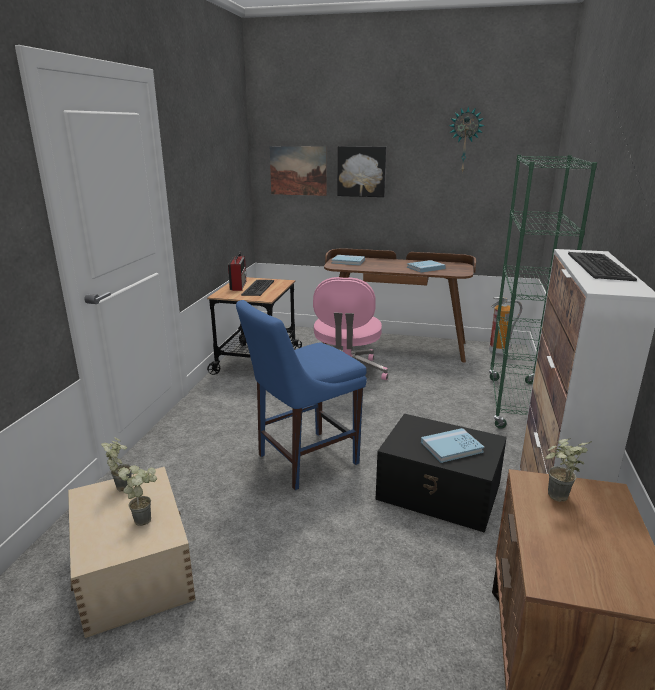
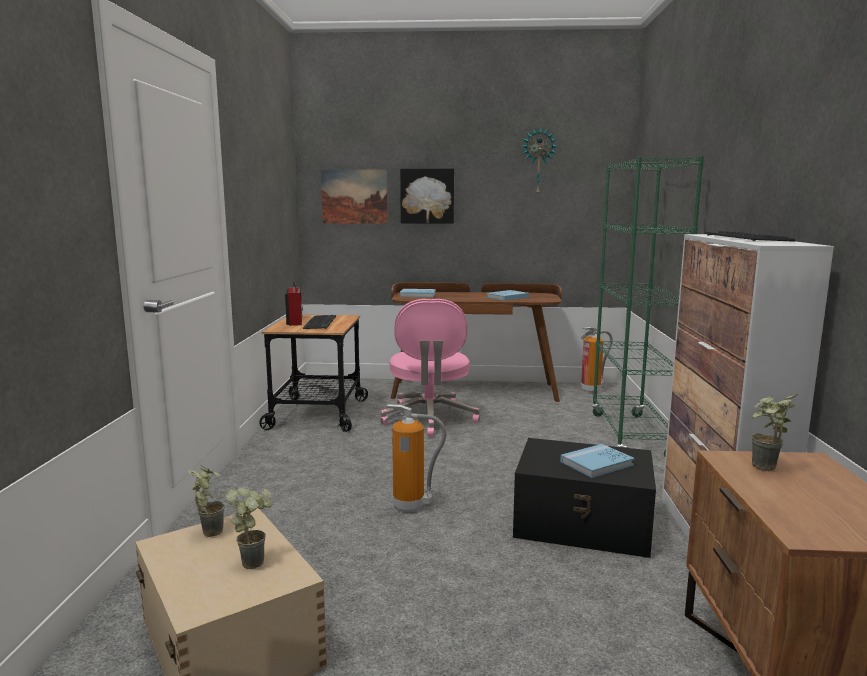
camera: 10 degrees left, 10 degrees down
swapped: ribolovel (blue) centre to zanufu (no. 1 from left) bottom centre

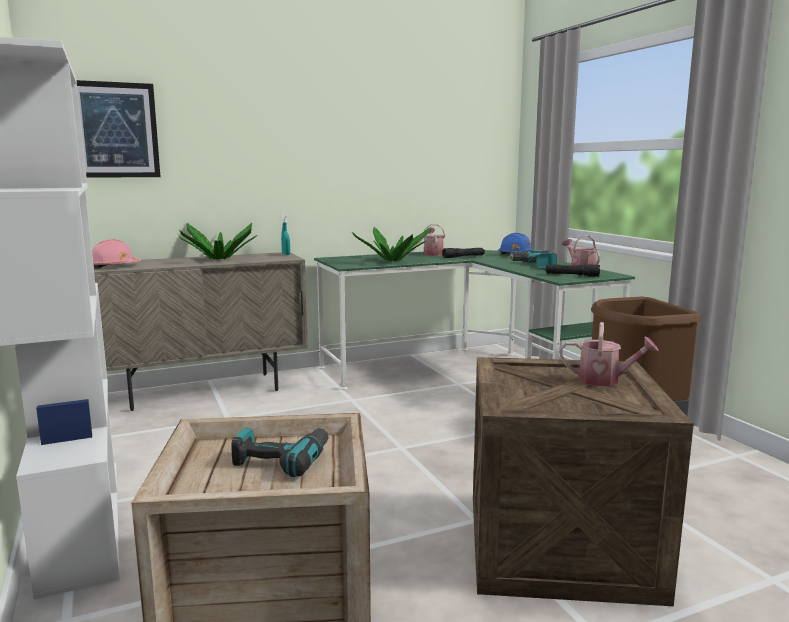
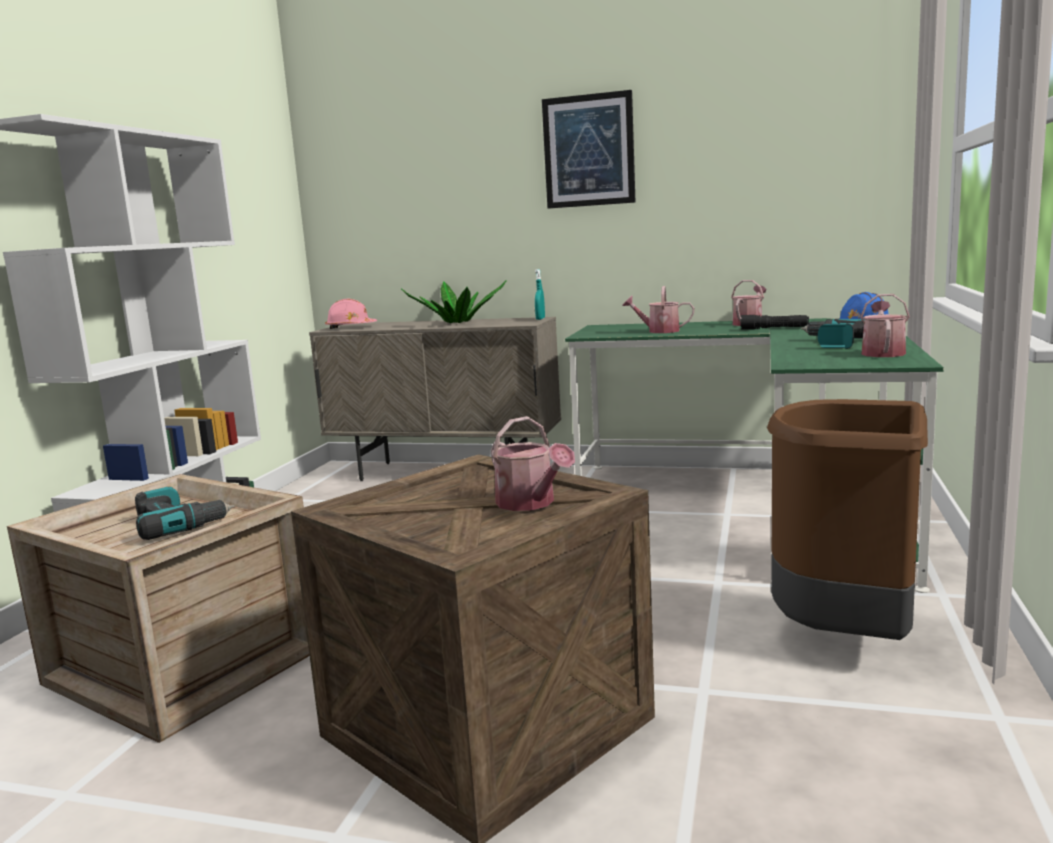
camera: 40 degrees right, 0 degrees up
gone: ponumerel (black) (no. 2 from left) middle right
shifted: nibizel top left to top centre
swapped: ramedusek (no. 2 from left) centre to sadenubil (no. 2 from left) centre

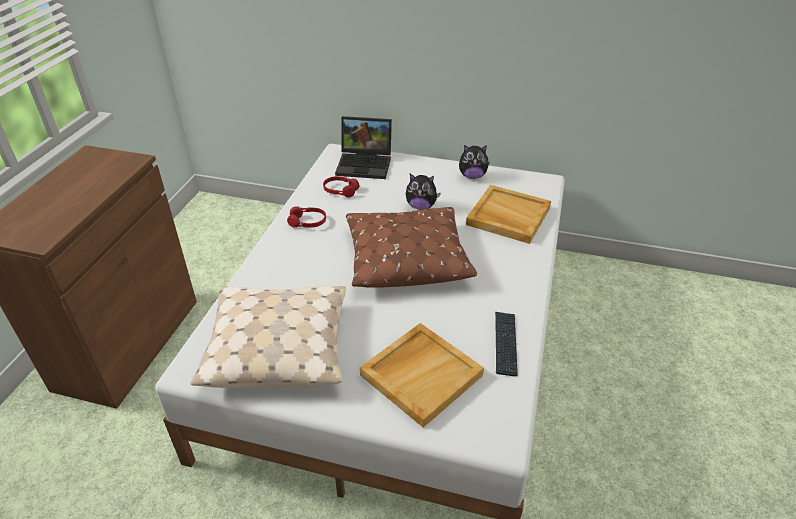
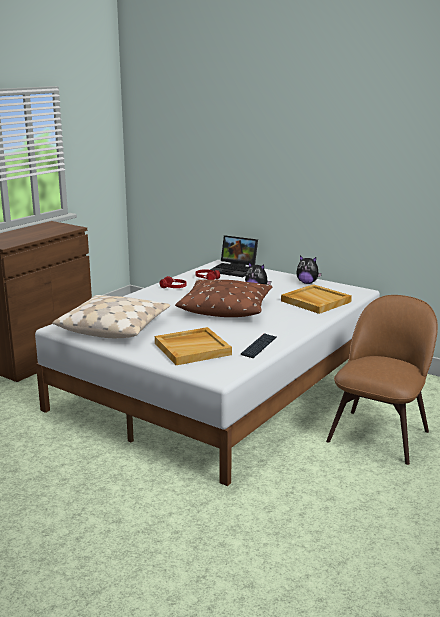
camera: 20 degrees right, 20 degrees down
new: ribolovel (brown) middle right

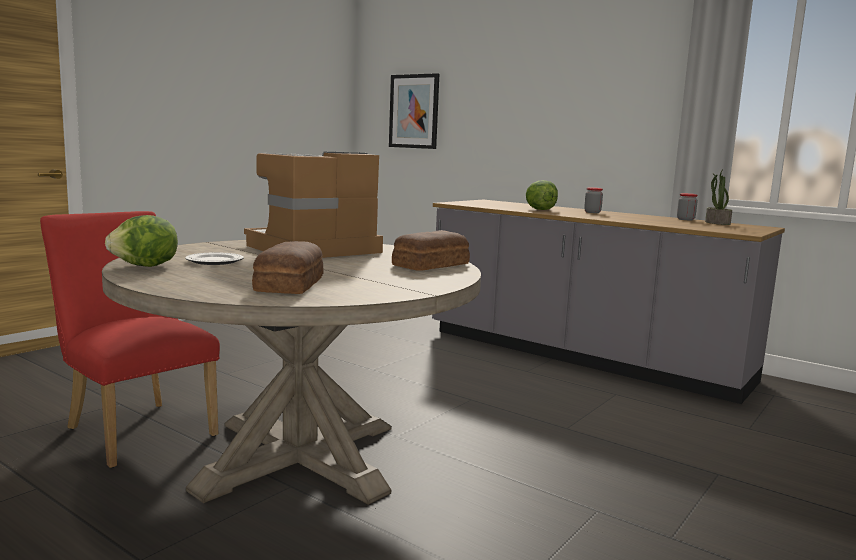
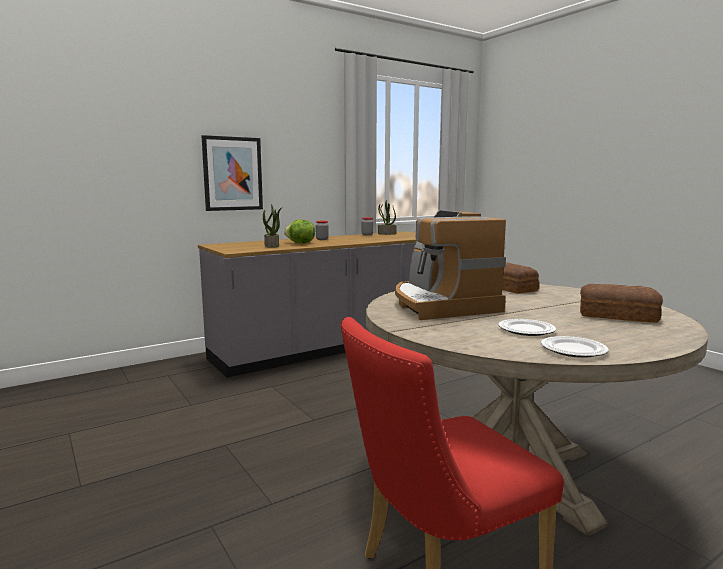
camera: 70 degrees left, 0 degrees up
new: ramedusek (no. 1 from left) centre
shifted: nibizel top centre to top left
swapped: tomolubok (no. 1 from left) middle left to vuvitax (no. 2 from left) middle right

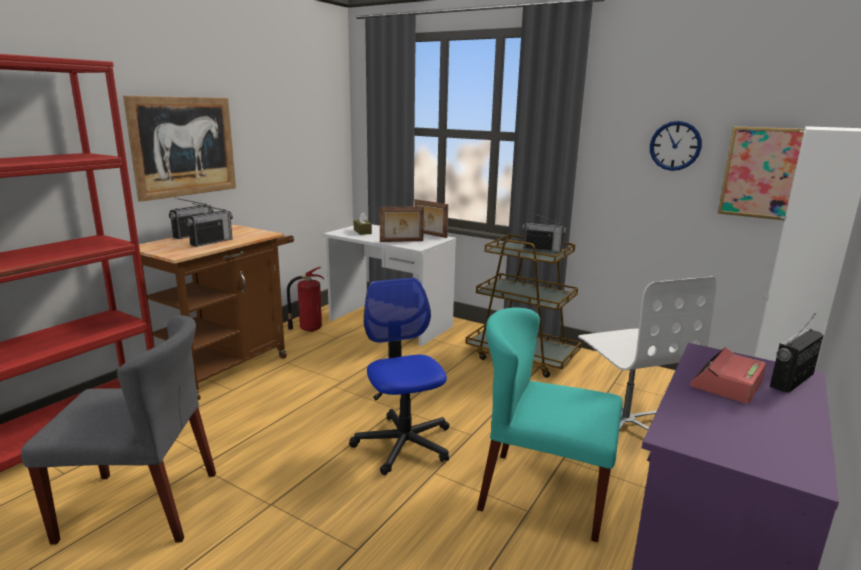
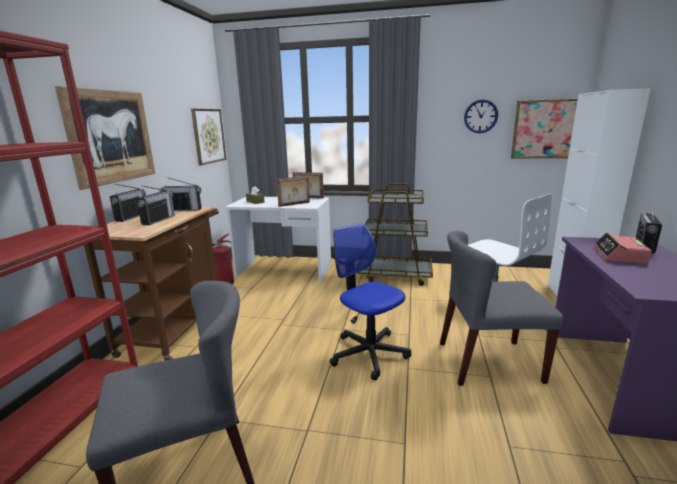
camera: 20 degrees left, 0 degrees up
new: nibizel (no. 2 from left) top left
shifted: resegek (no. 3 from left) centre to middle left
repainted: ribolovel (turquoise) bottom centre to ribolovel (grey) (no. 2 from left) middle right

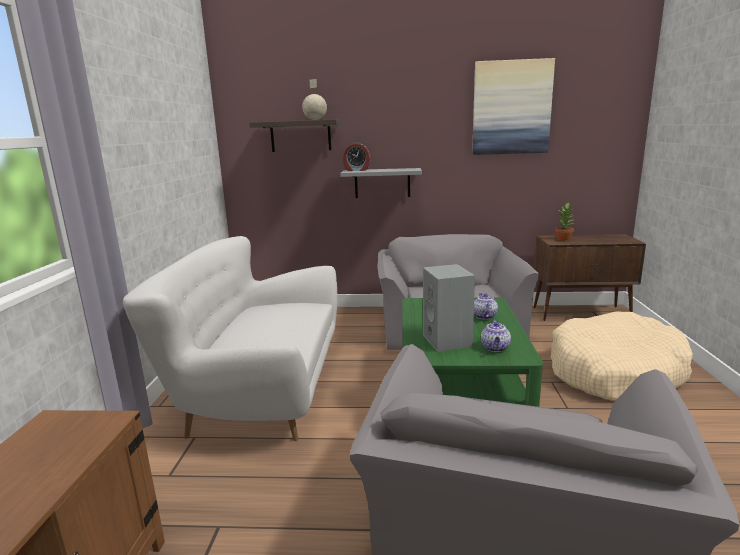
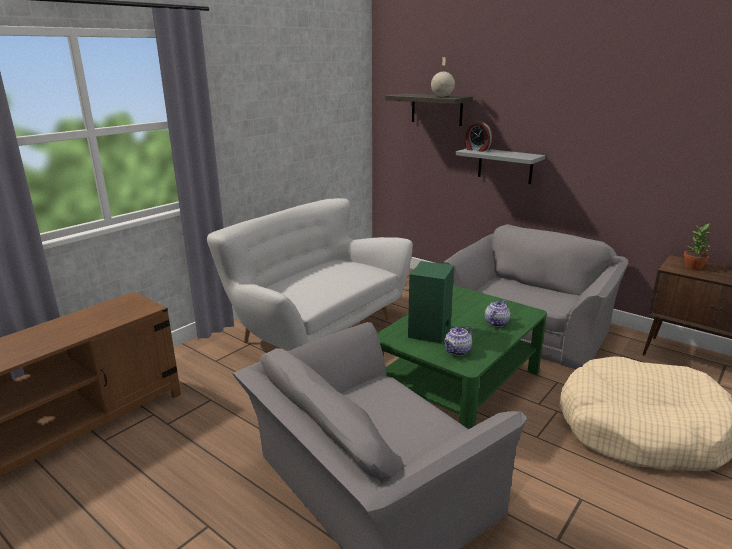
camera: 35 degrees right, 5 degrees up
gone: nibizel top right
repainted: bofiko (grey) centre to bofiko (green) centre

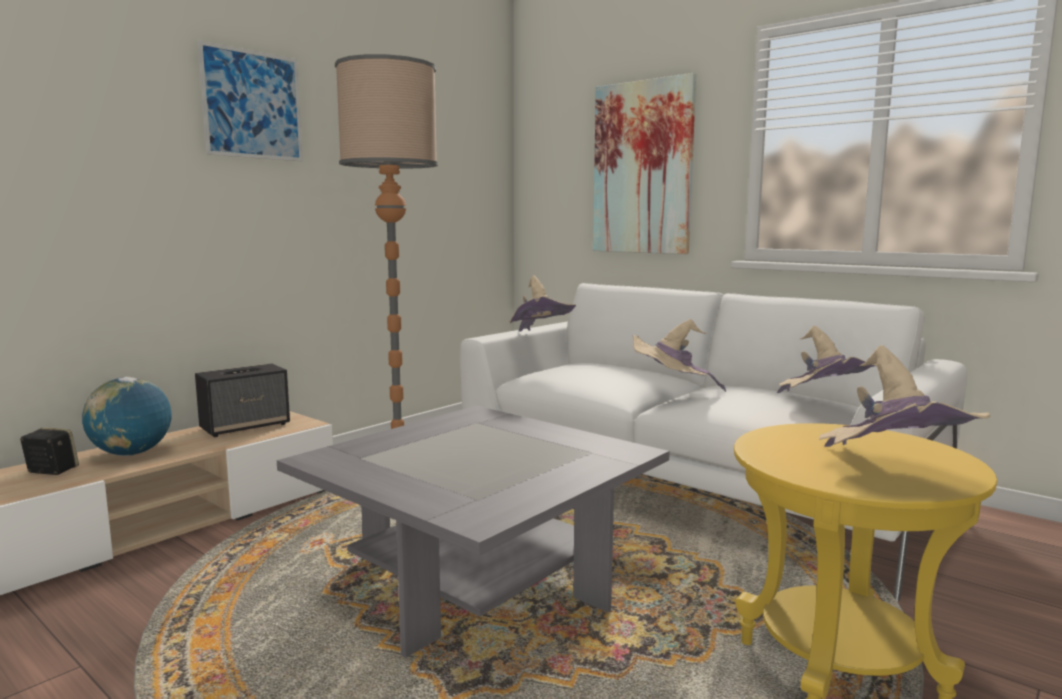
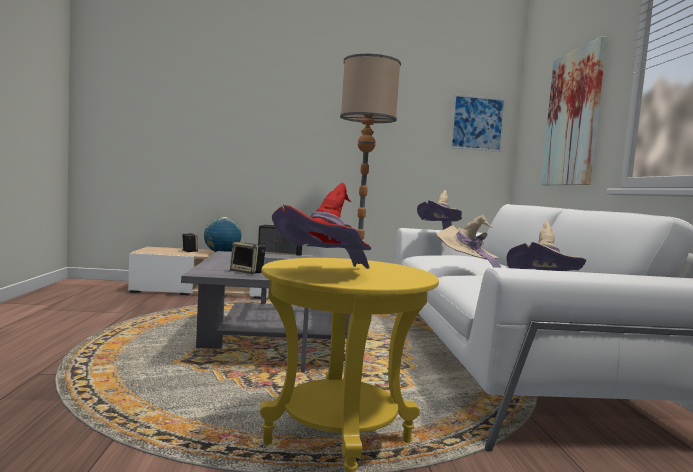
camera: 45 degrees right, 5 degrees down
new: bofiko (no. 2 from left) centre
shifted: nibizel (no. 1 from left) top left to top right
repainted: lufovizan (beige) (no. 4 from left) middle right to lufovizan (red) centre

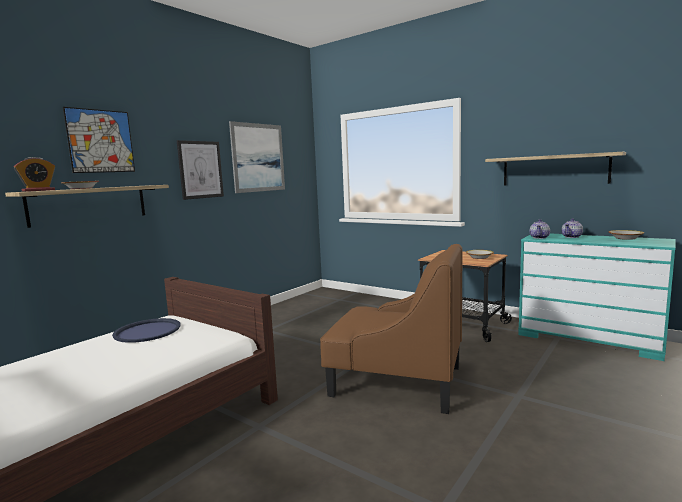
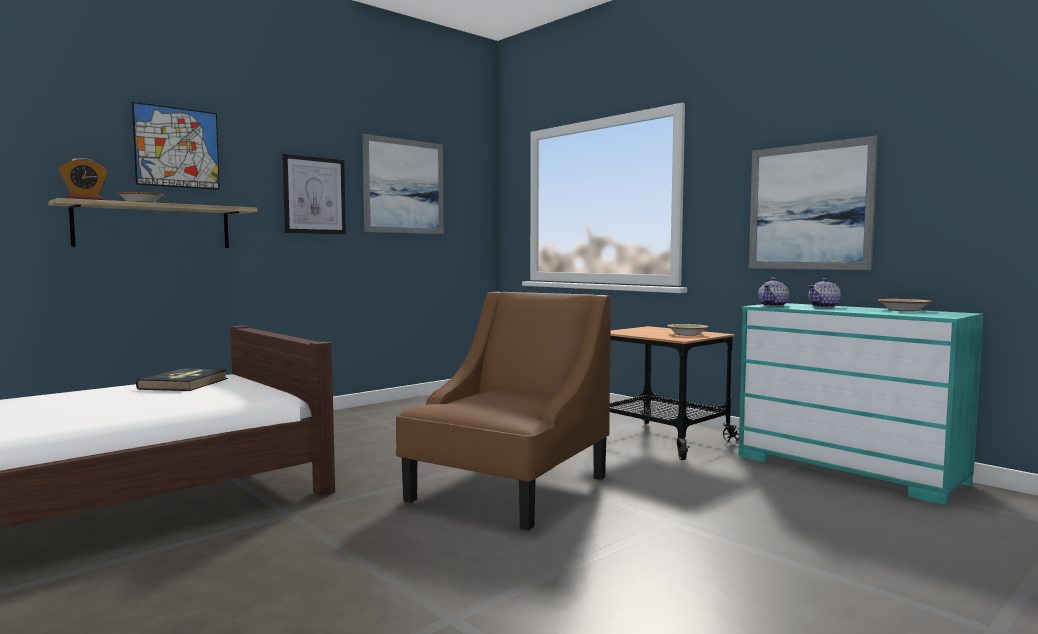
camera: 10 degrees right, 5 degrees down
swapped: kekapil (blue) middle left to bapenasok middle left; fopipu (no. 2 from left) middle right to nibizel (no. 4 from left) top right
rotated: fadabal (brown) centre = centre 90 degrees counterclockwise

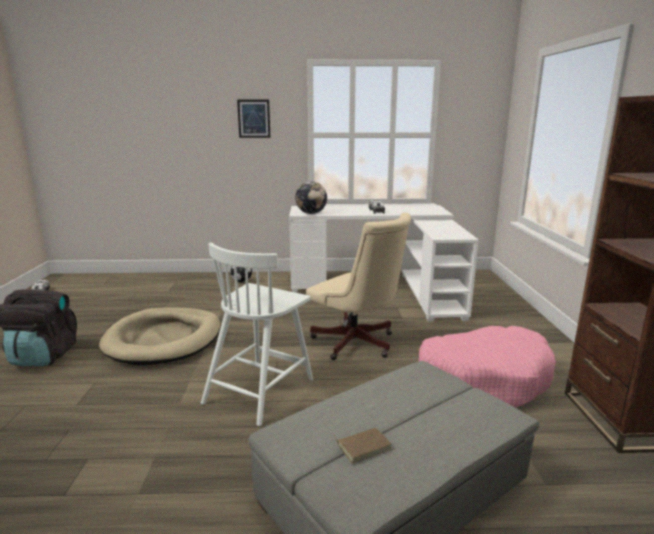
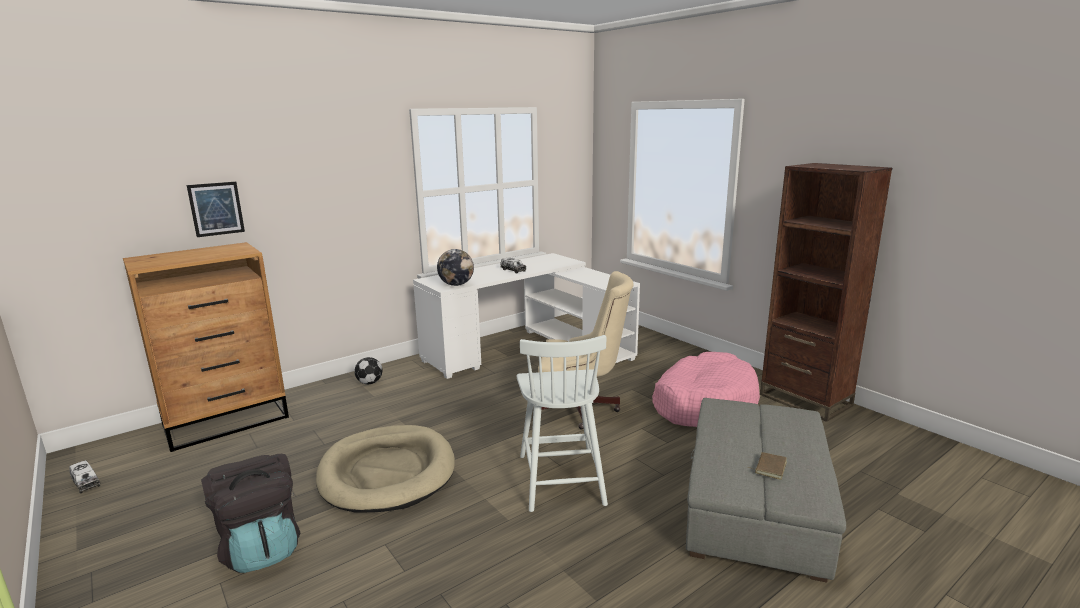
camera: 35 degrees left, 0 degrees up
new: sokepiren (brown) middle left
shifted: nibizel top centre to middle left

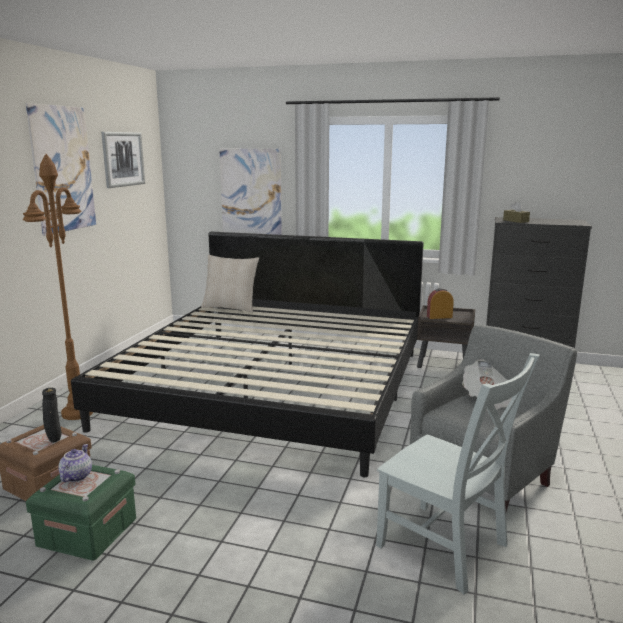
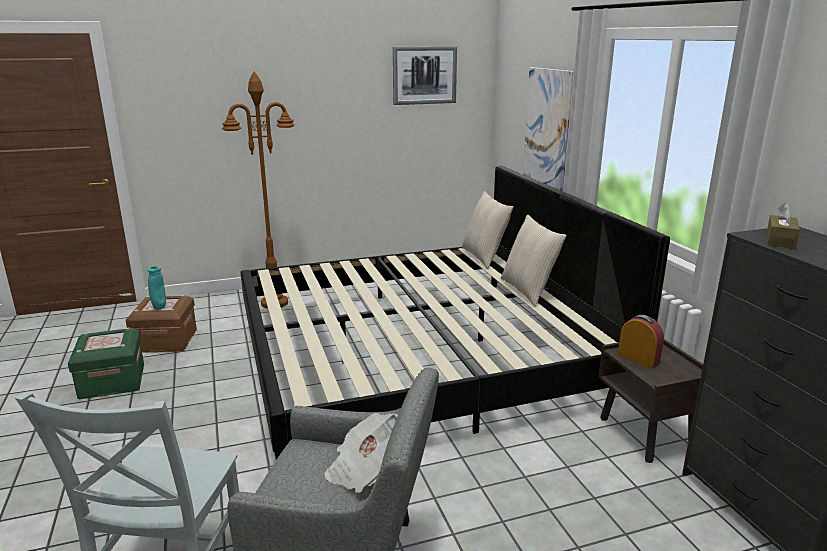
camera: 55 degrees right, 5 degrees up
gone: nibizel (no. 1 from left) top left; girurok bottom left
new: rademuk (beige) (no. 2 from left) centre
repainted: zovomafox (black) middle left to zovomafox (turquoise) middle left

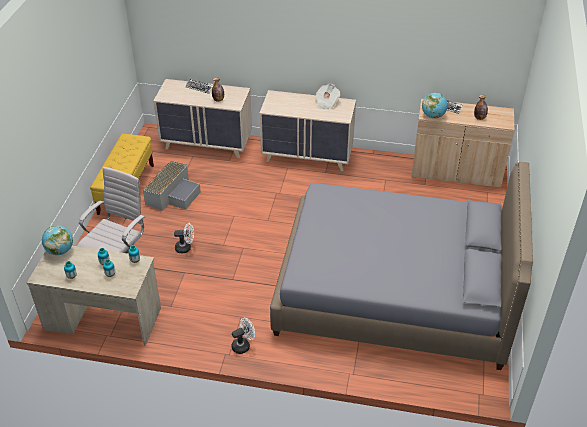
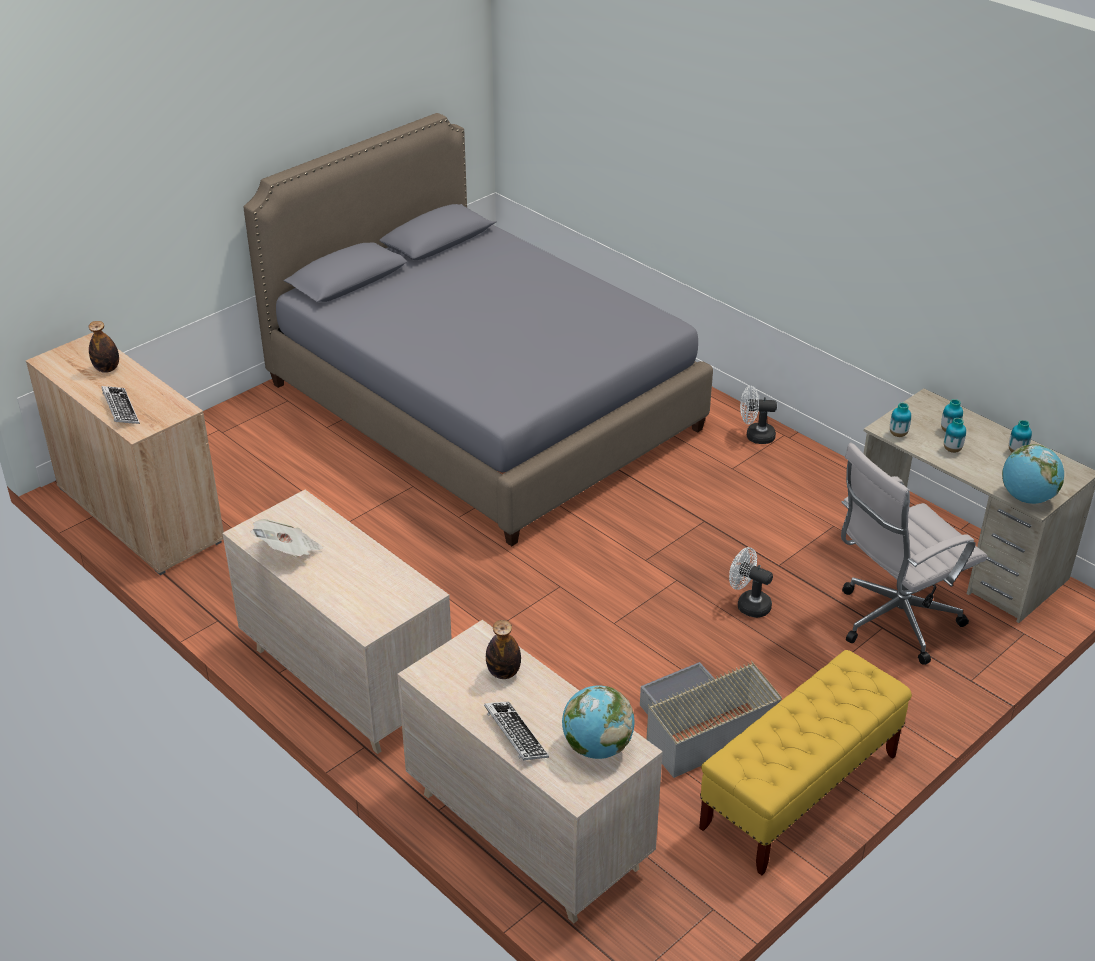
camera: 145 degrees left, 5 degrees down
shifted: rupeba (no. 2 from left in the first image) top right to rupeba (no. 1 from left) bottom centre

